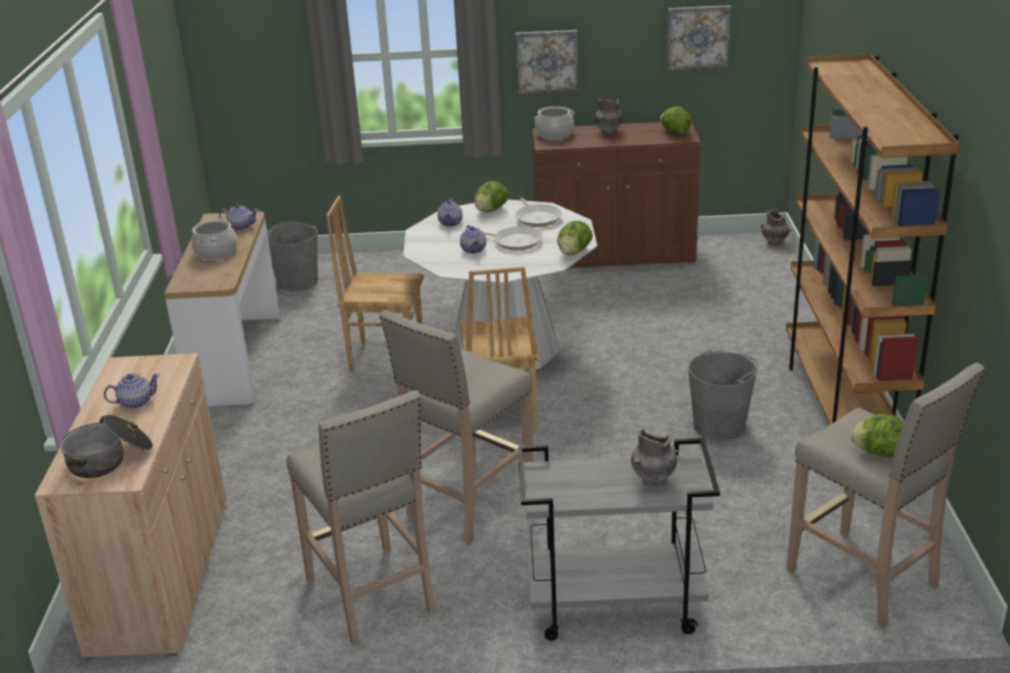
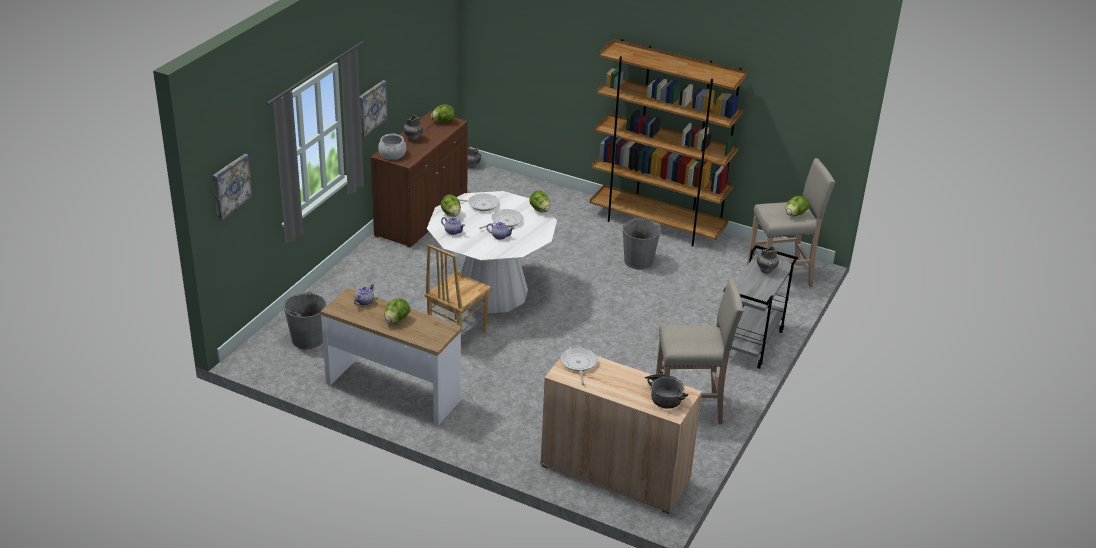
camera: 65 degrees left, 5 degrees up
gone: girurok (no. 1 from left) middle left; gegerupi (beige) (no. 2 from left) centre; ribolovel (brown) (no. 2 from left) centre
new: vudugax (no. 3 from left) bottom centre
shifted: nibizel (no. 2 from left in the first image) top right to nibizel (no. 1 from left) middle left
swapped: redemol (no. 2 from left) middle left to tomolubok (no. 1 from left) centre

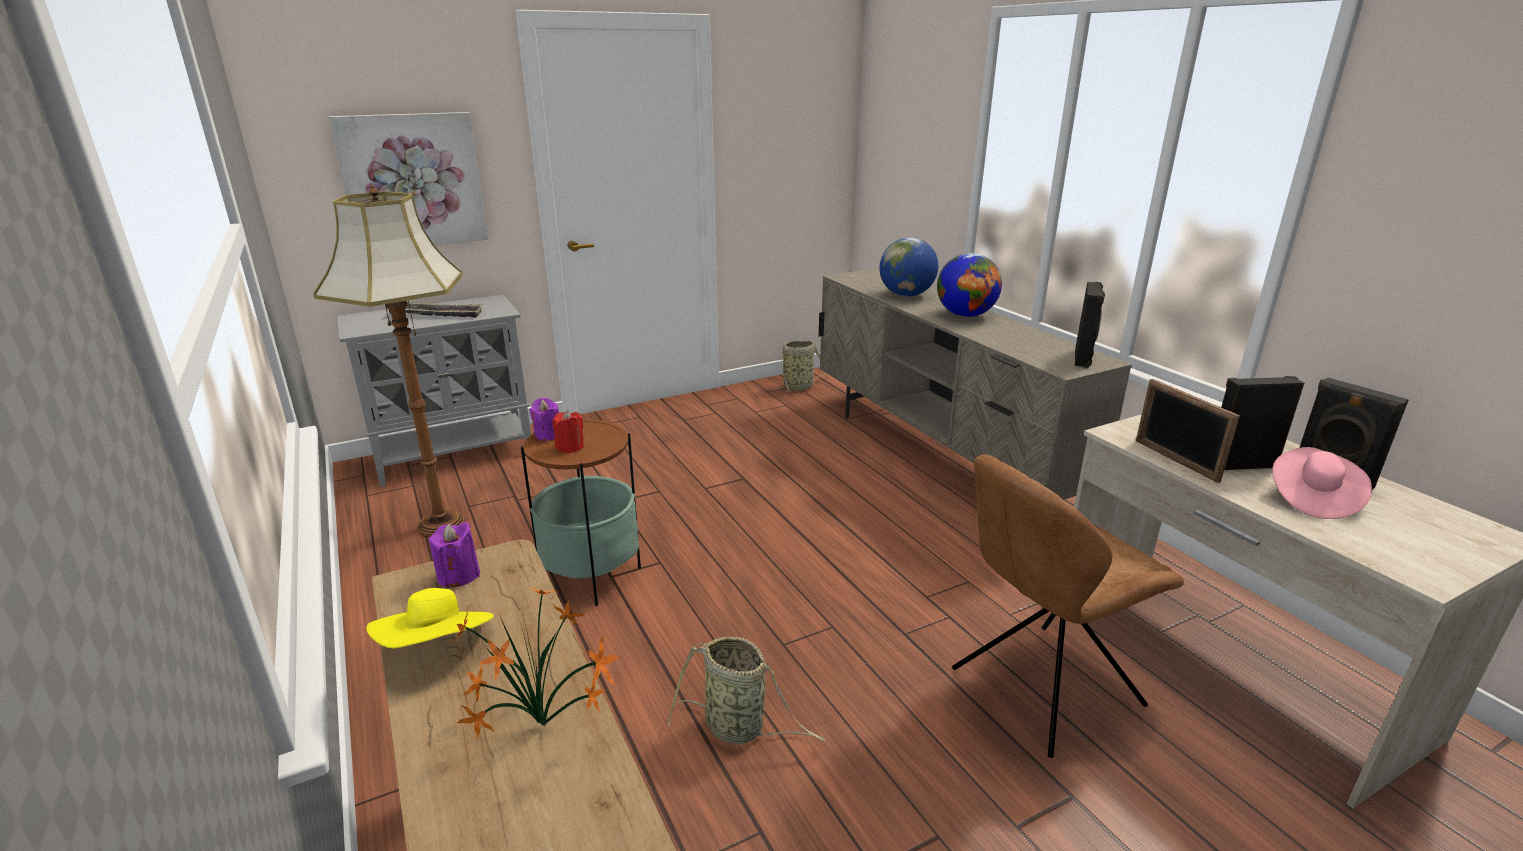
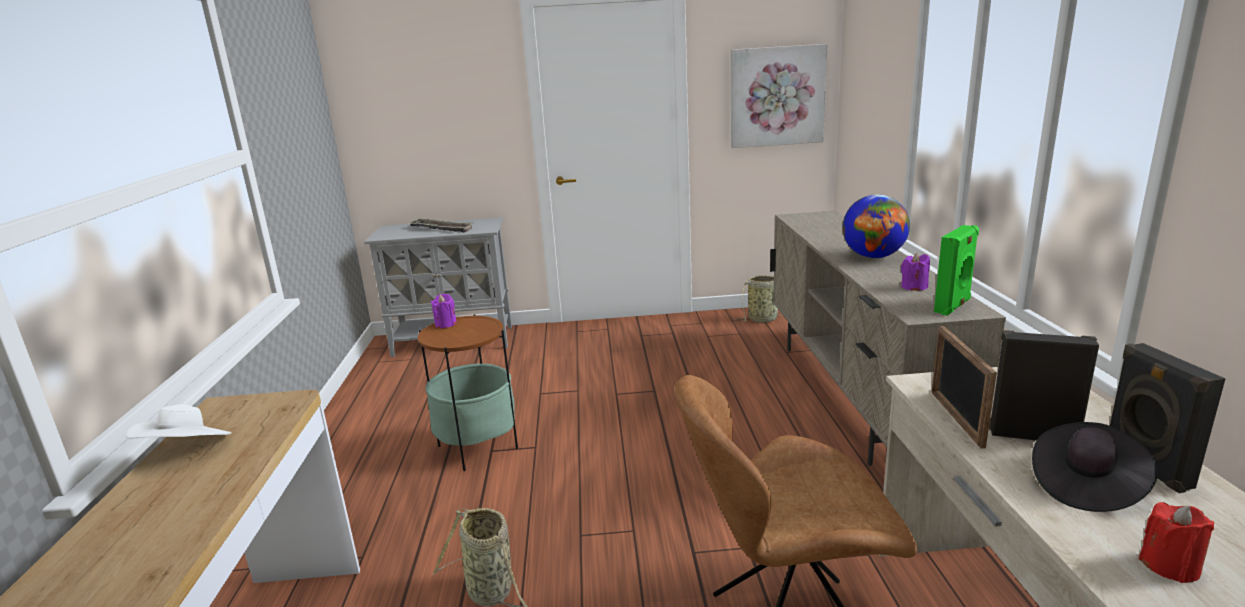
camera: 25 degrees right, 5 degrees down
gone: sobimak middle left; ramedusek bottom centre; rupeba (no. 1 from left) top centre
shifted: nibizel top left to top centre; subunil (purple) (no. 1 from left in the first image) middle left to subunil (purple) (no. 2 from left) middle right; subunil (red) centre to bottom right
repainted: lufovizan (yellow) bottom left to lufovizan (white) bottom left; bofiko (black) (no. 1 from left) middle right to bofiko (green) middle right; lufovizan (pink) middle right to lufovizan (black) bottom right

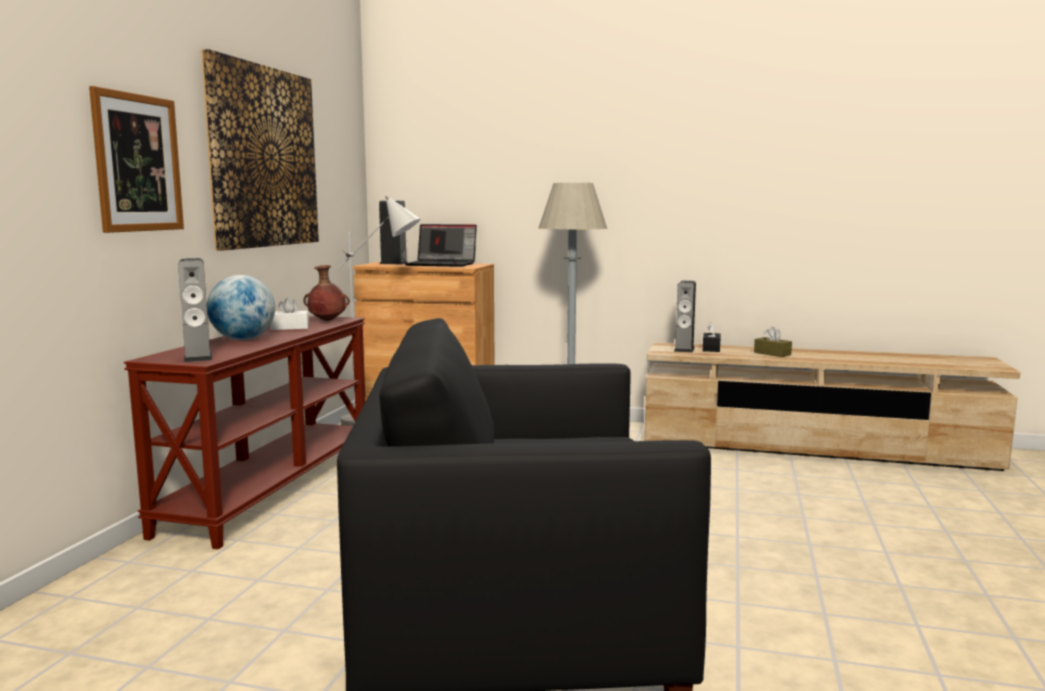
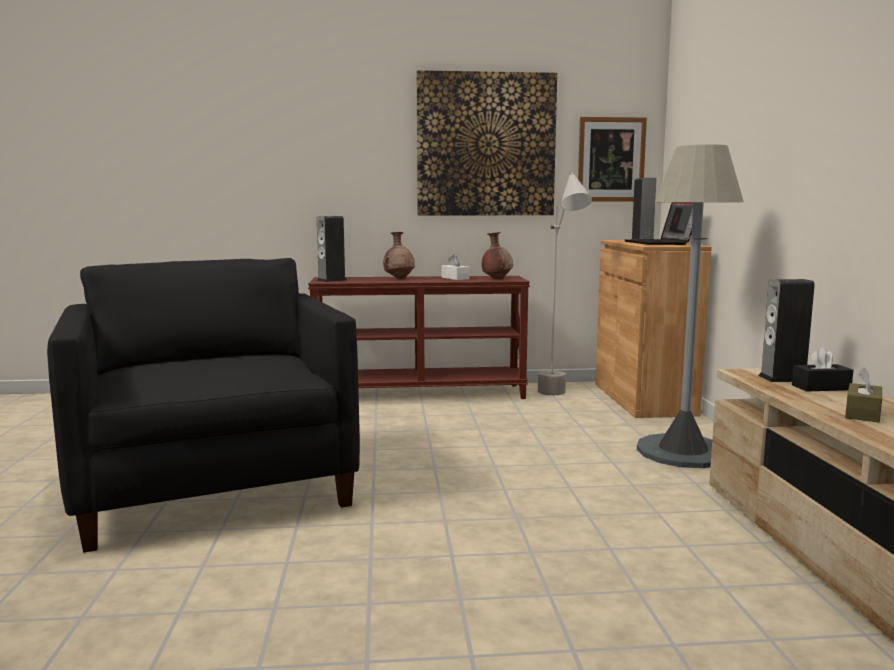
camera: 70 degrees right, 0 degrees up
shifted: nibizel (no. 1 from left in the first image) top left to nibizel (no. 2 from left) top right
swapped: rupeba middle left to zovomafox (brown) (no. 1 from left) centre

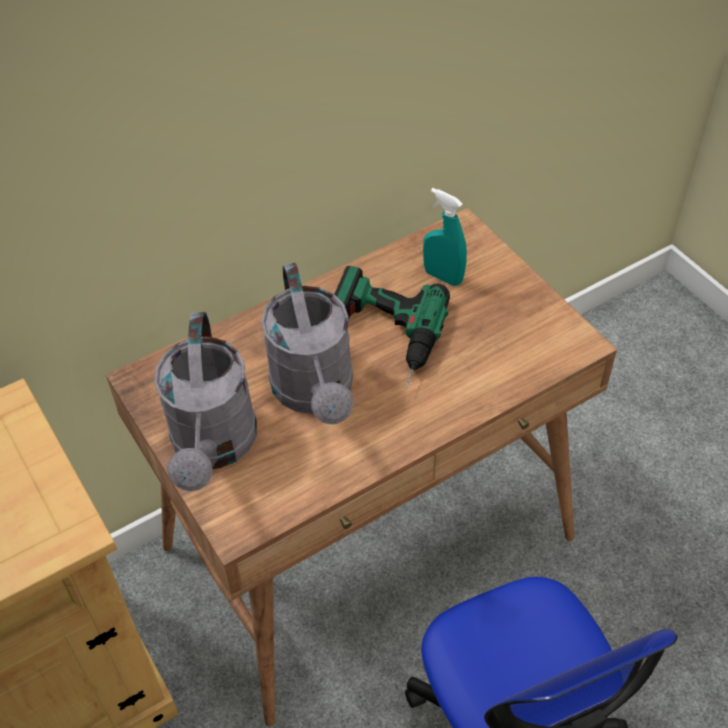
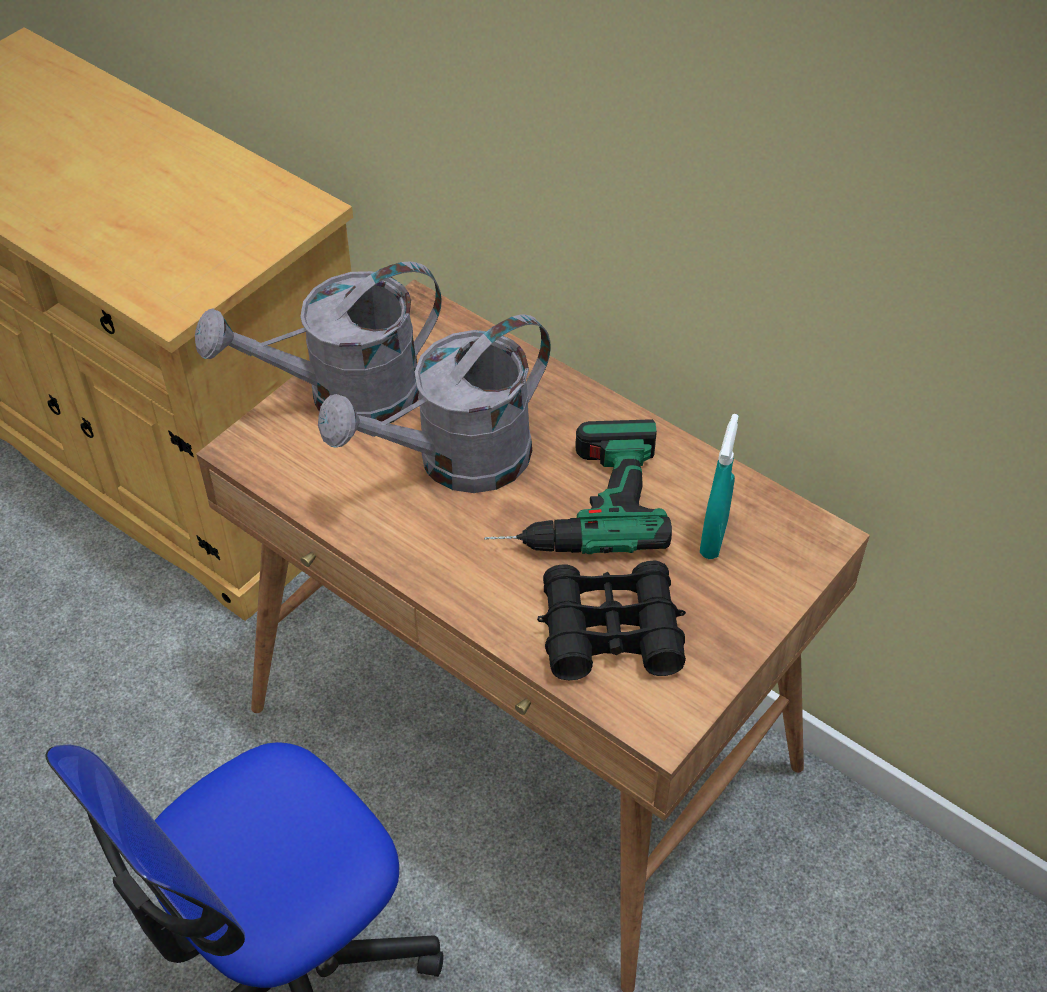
camera: 70 degrees right, 0 degrees up
new: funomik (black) centre

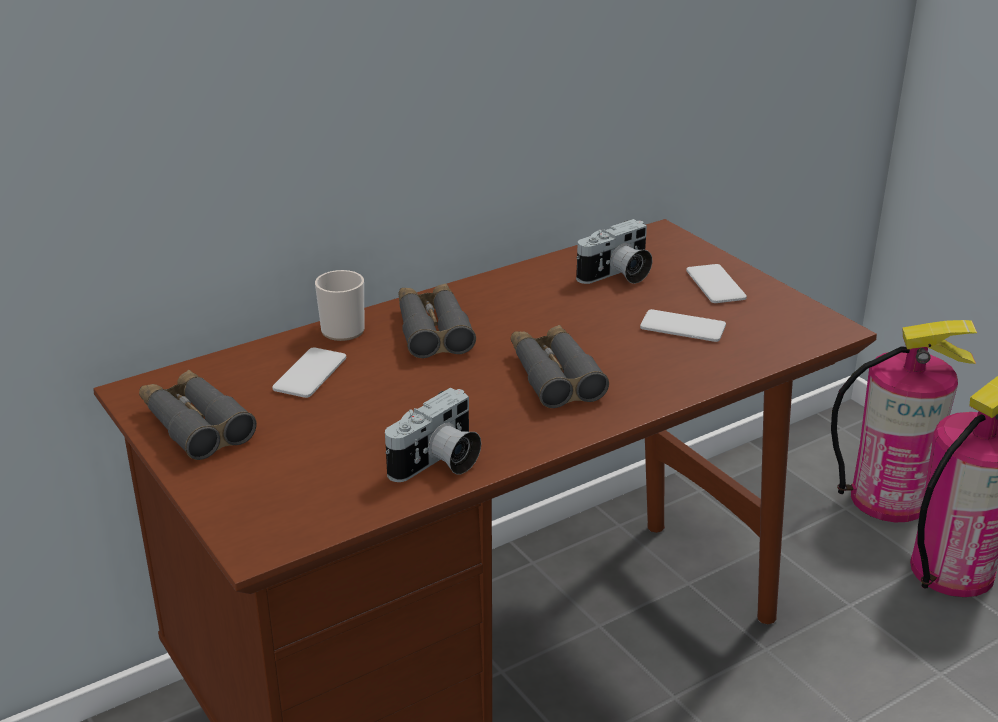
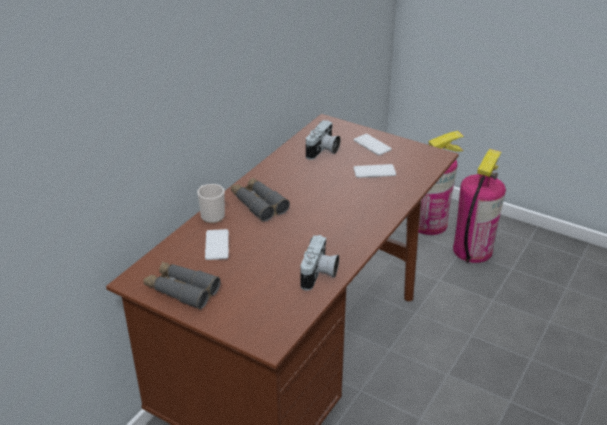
camera: 25 degrees left, 5 degrees up
gone: funomik (grey) (no. 3 from left) centre

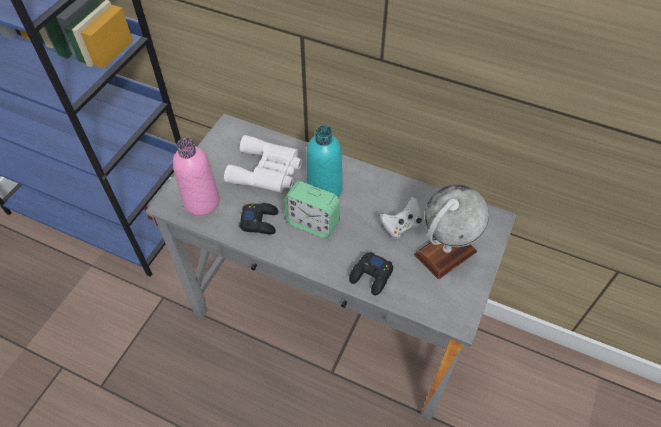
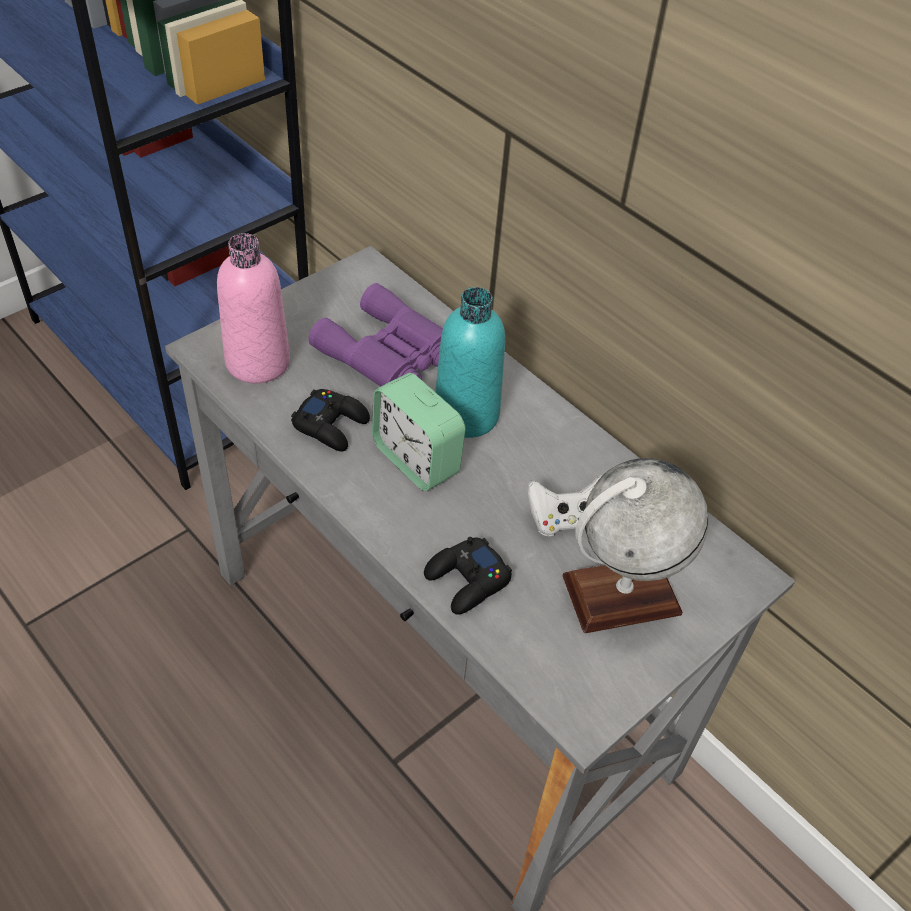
camera: 20 degrees right, 5 degrees down
repainted: funomik (white) centre to funomik (purple) centre

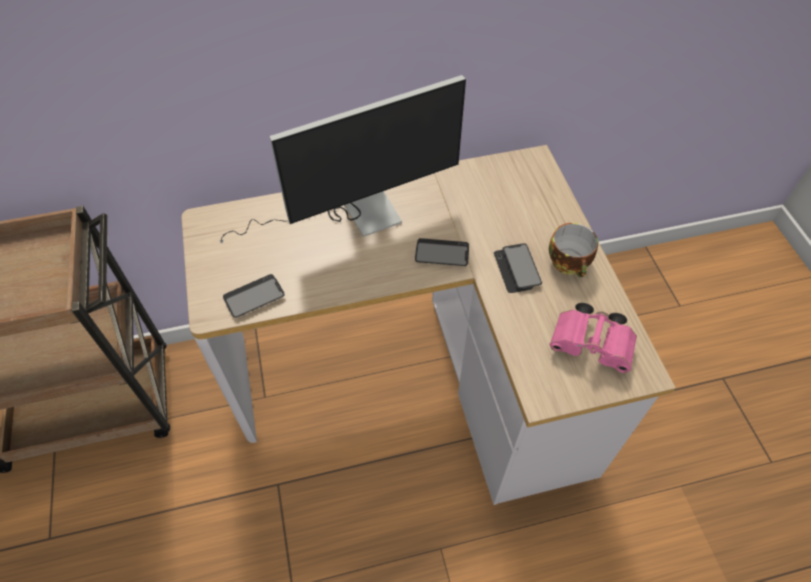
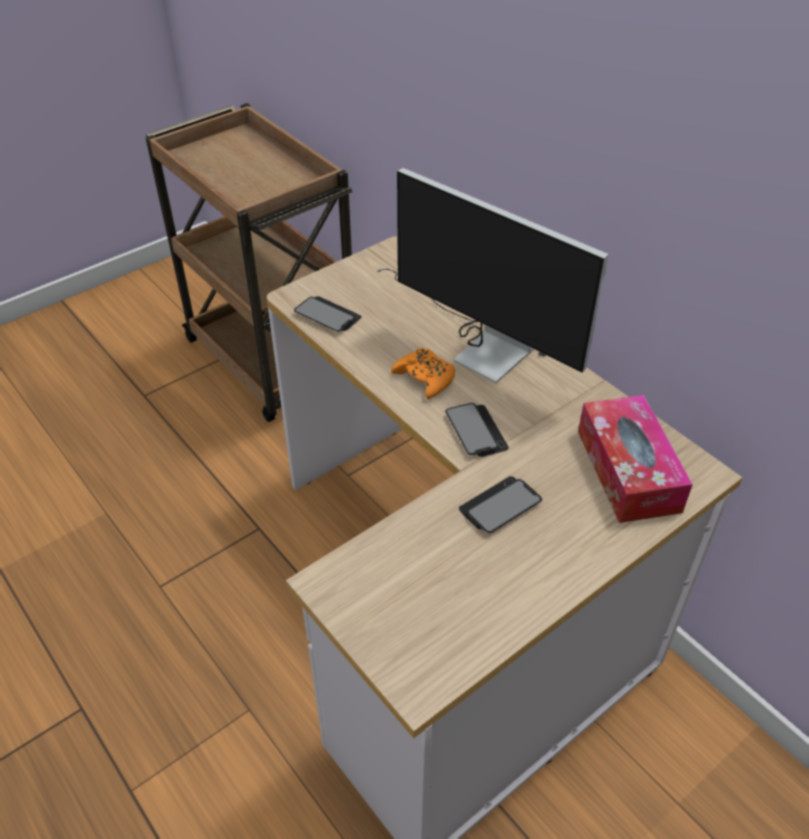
camera: 65 degrees right, 10 degrees down
gone: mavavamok middle right; funomik (pink) middle right
new: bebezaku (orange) centre; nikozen middle right

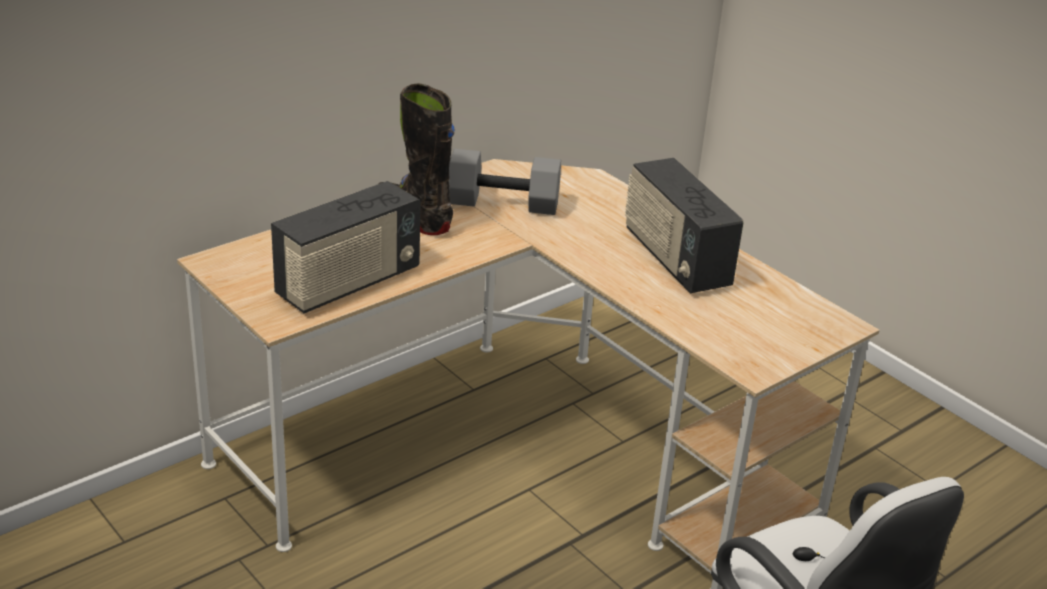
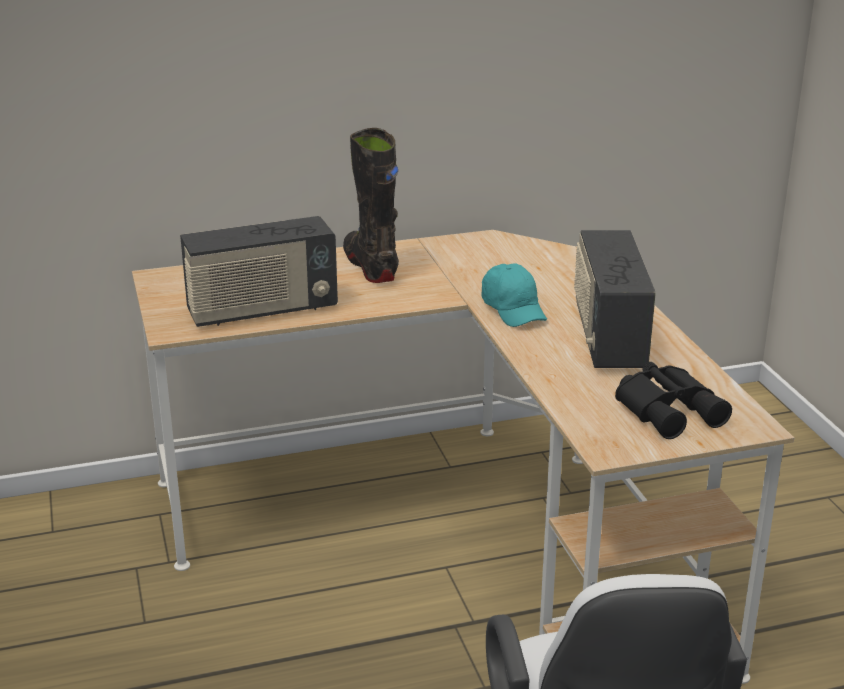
camera: 25 degrees right, 5 degrees down
gone: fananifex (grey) top centre
new: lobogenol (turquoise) centre; funomik (black) middle right

